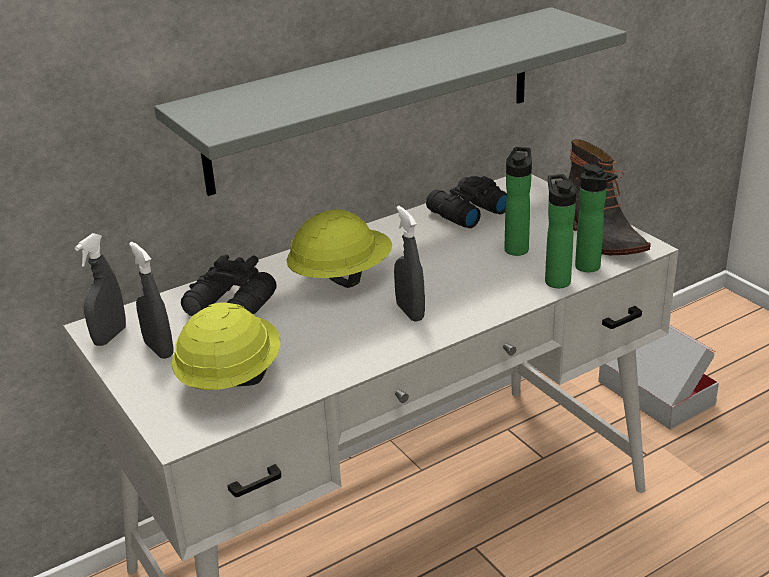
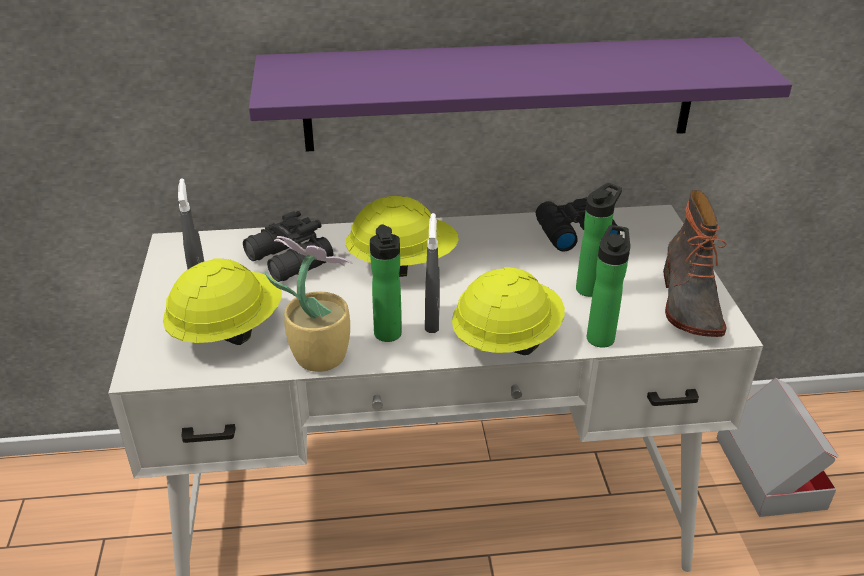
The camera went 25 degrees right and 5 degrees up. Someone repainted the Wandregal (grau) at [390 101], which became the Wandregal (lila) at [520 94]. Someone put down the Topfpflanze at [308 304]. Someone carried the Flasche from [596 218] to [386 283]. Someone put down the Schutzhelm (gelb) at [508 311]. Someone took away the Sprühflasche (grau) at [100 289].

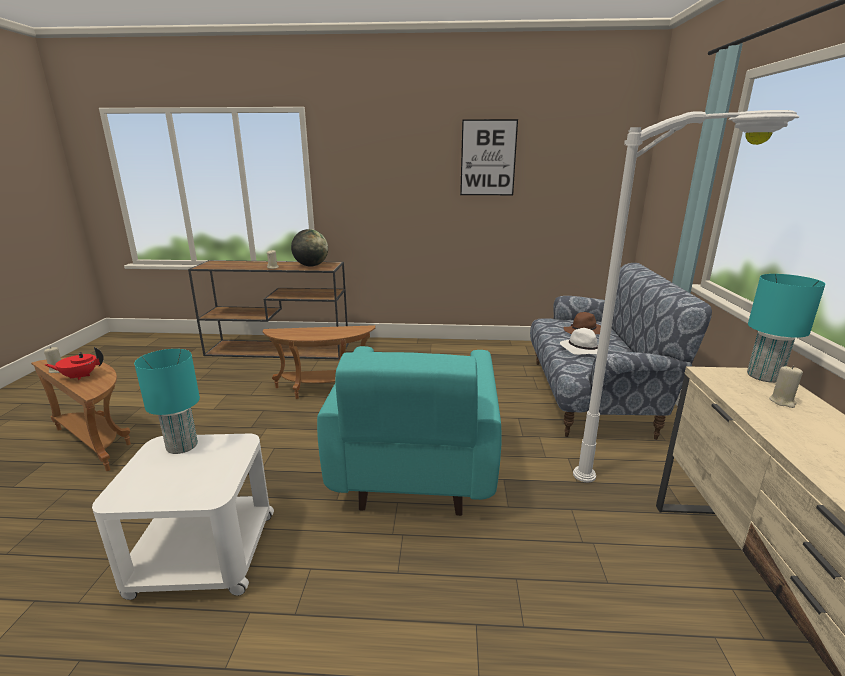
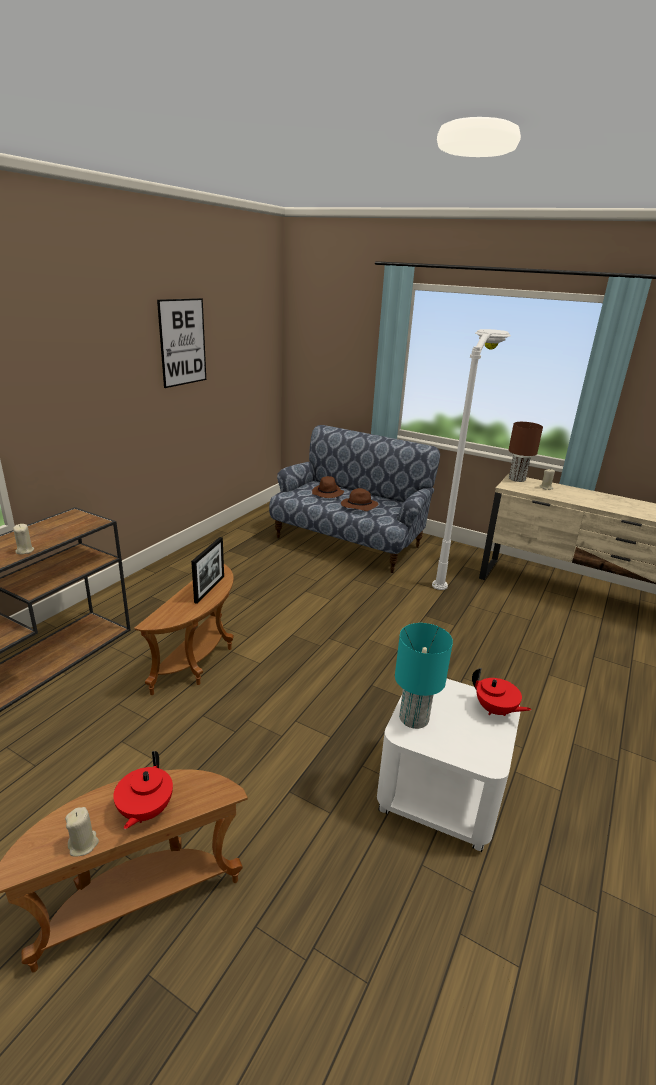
The camera went 65 degrees left and 5 degrees up. Someone put down the Bilderrahmen at [207 570]. Someone repainted the Hut (weiß) at [579 341], which became the Hut (braun) at [359 499]. Someone put down the Teekanne (rot) at [501 692]. Someone repainted the Tischlampe (türkis) at [786 328], which became the Tischlampe (braun) at [526 452]. Someone took away the Globus at [309 248]. Someone took away the Sessel (türkis) at [409 431].

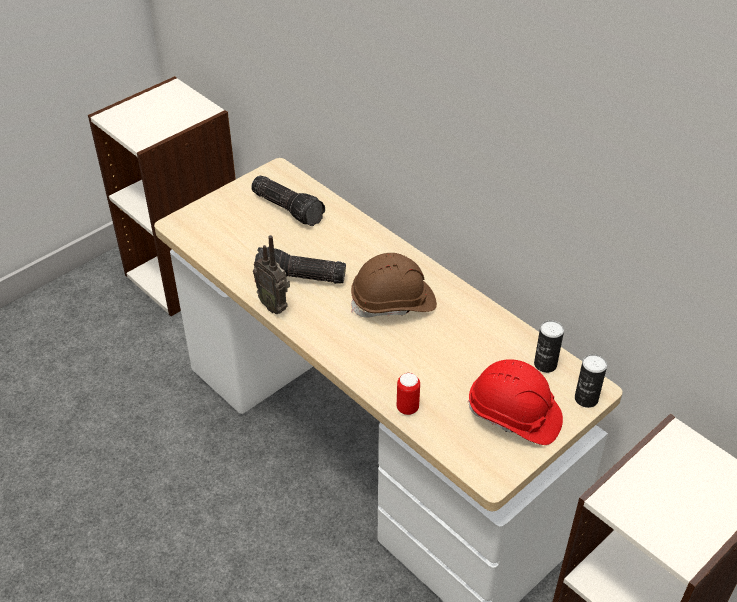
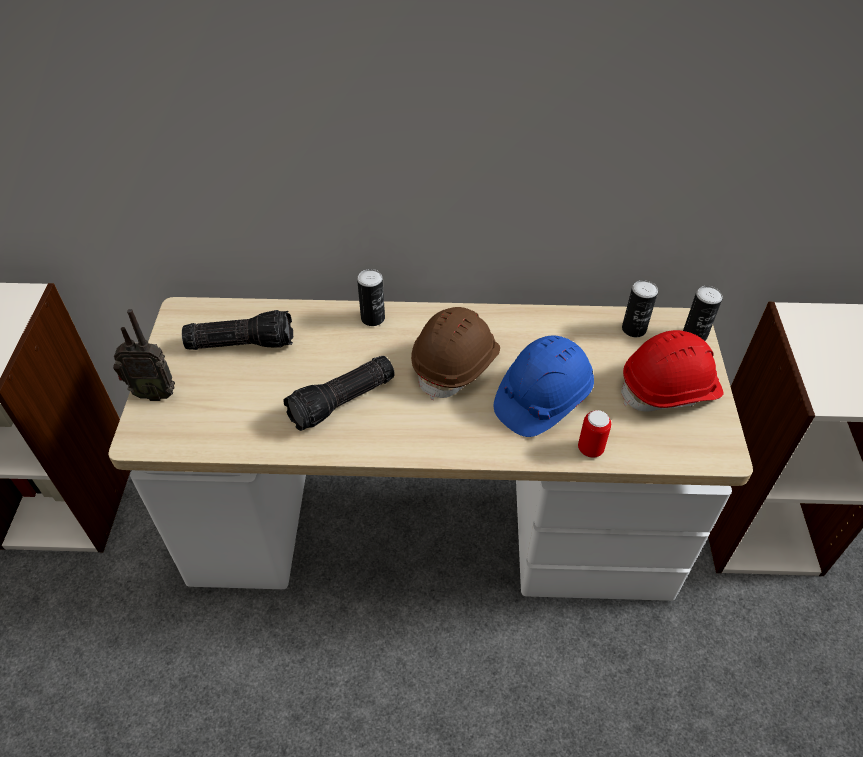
The camera went 45 degrees left and 5 degrees up. Someone carried the Radio from [271 274] to [144 355]. Someone put down the Dose at [371 297]. Someone put down the Schutzhelm (blau) at [544 386].

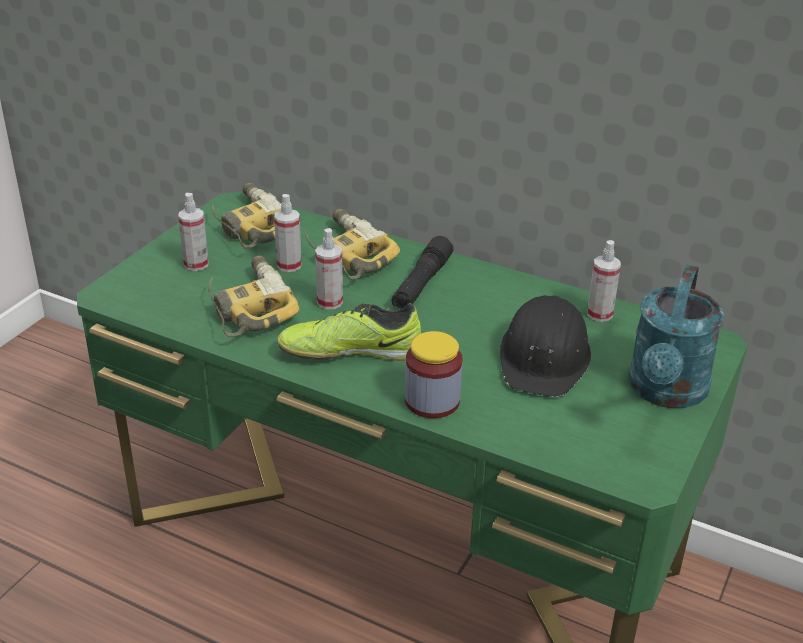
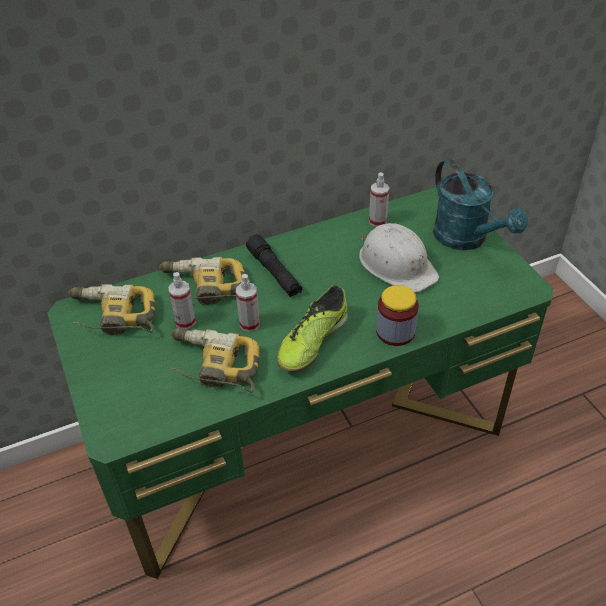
The camera went 50 degrees left and 10 degrees up. Someone repainted the Schutzhelm (schwarz) at [545 346], which became the Schutzhelm (weiß) at [399 258]. Someone took away the Sprühflasche at [193 232].

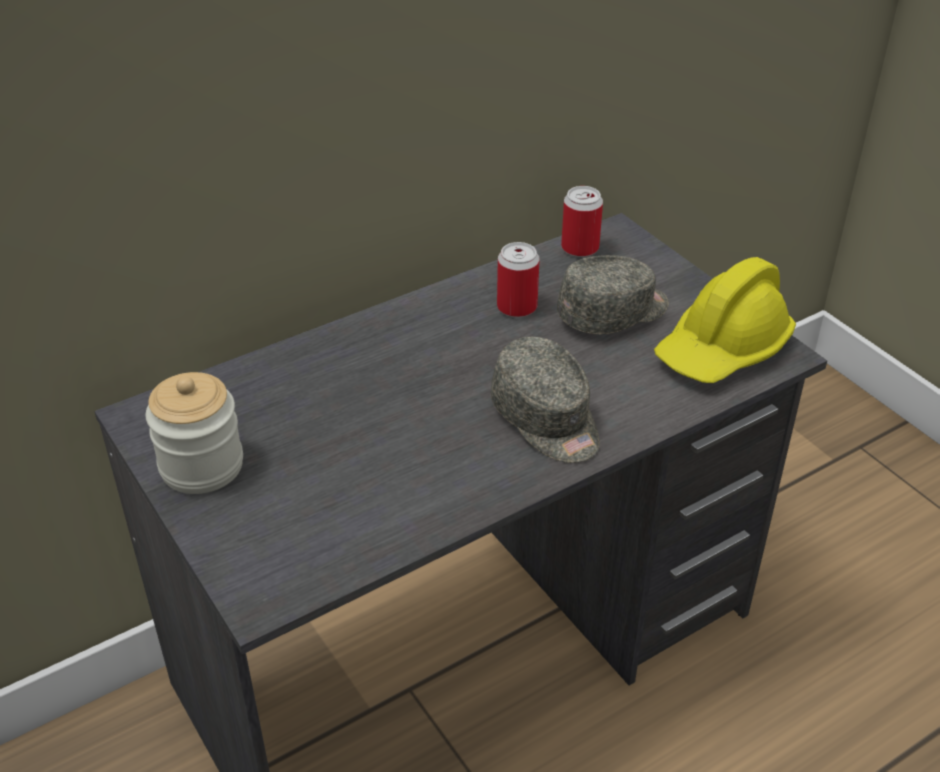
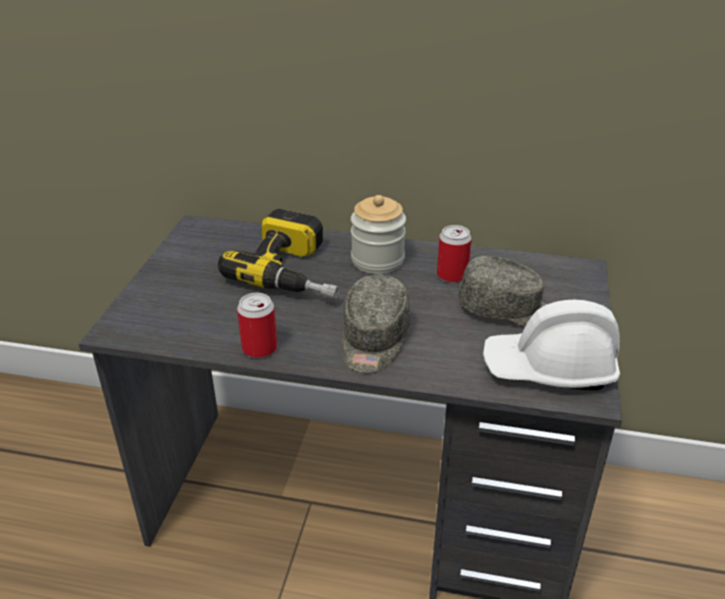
The camera went 45 degrees right and 5 degrees down. Someone put down the Bohrmaschine at [278 254]. Someone carried the Dose from [582 221] to [257 325]. Someone carried the Vorratsglas from [194 433] to [378 234]. Someone repainted the Schutzhelm (gelb) at [725 320], which became the Schutzhelm (weiß) at [551 345].

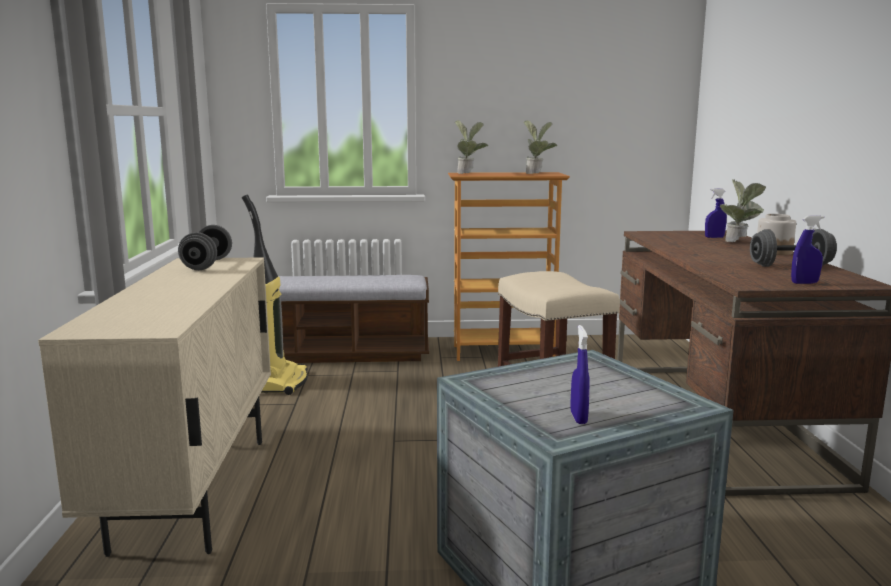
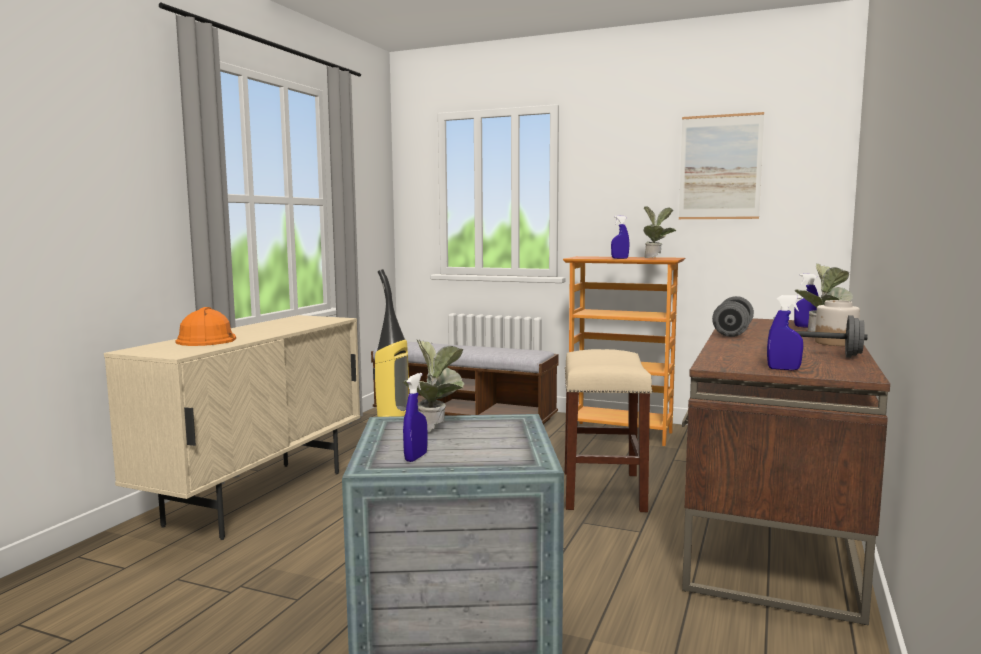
The camera went 25 degrees right and 5 degrees down. Someone put down the Schutzhelm (orange) at [205 326]. Someone carried the Topfpflanze from [471 147] to [433 386]. Someone put down the Sprühflasche (blau) at [620 237]. Someone put up the Bild at [721 165]. Someone carried the Hantel (grau) from [205 247] to [733 316].

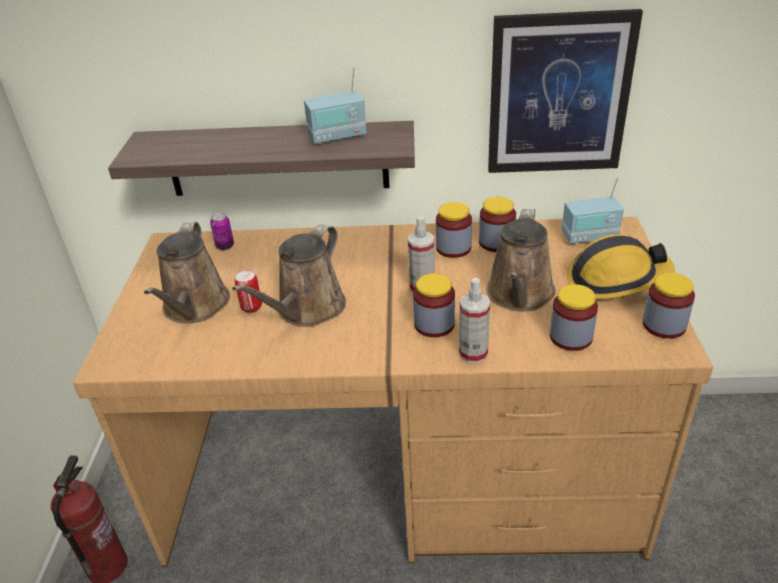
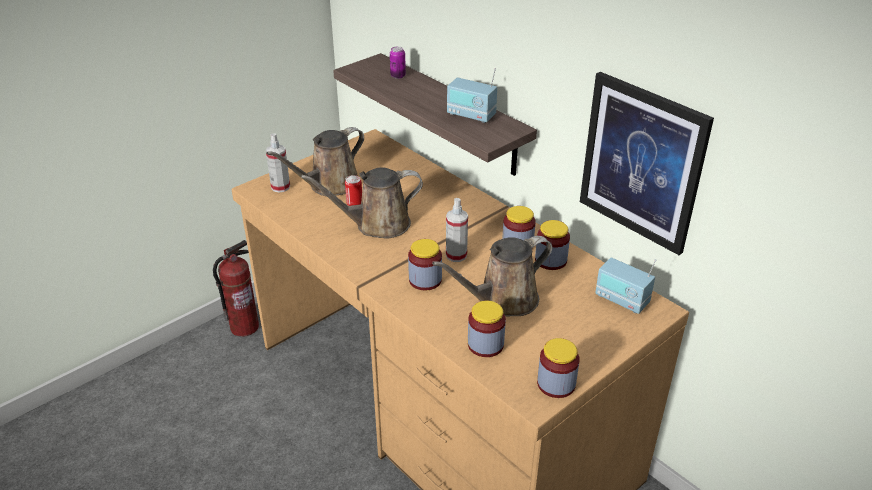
The camera went 45 degrees right and 0 degrees up. Someone carried the Sprühflasche from [474 321] to [278 163]. Someone carried the Dose from [222 231] to [398 62]. Someone took away the Schutzhelm at [621 266].

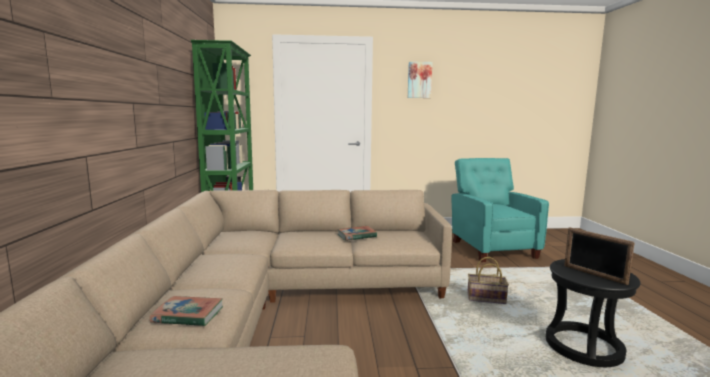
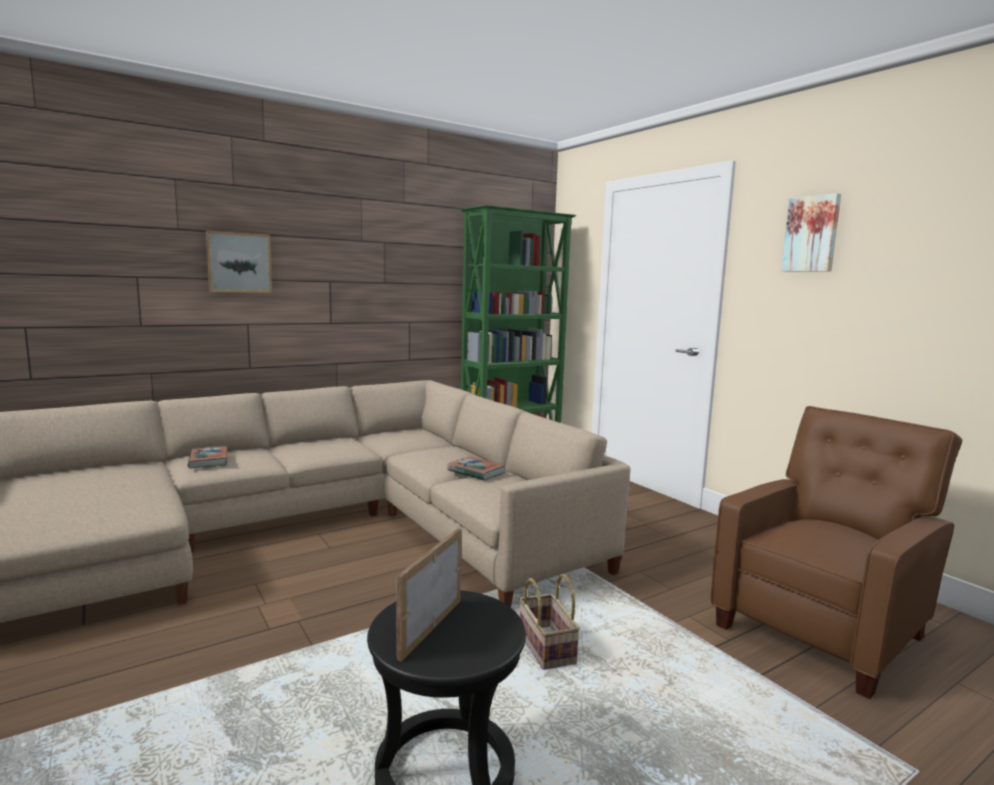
The camera went 60 degrees right and 0 degrees up. Someone put up the Bild at [239 262]. Someone repainted the Sessel (türkis) at [500 210], which became the Sessel (braun) at [836 552].

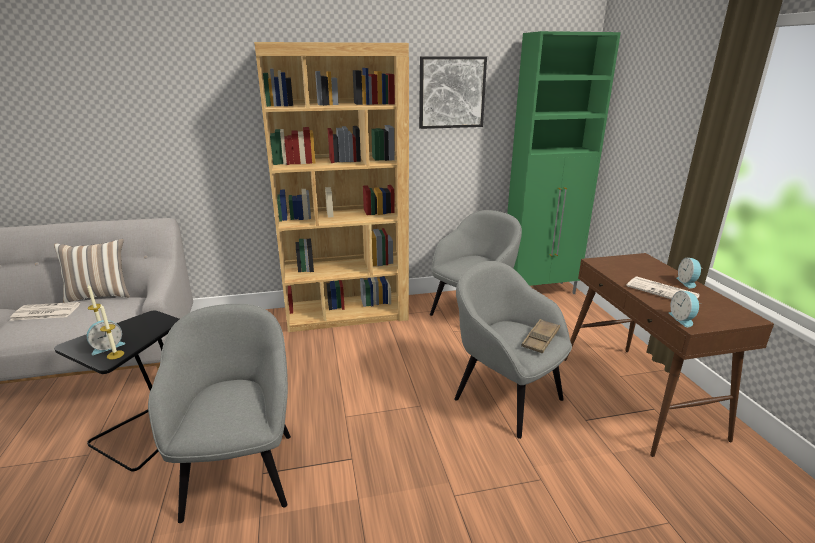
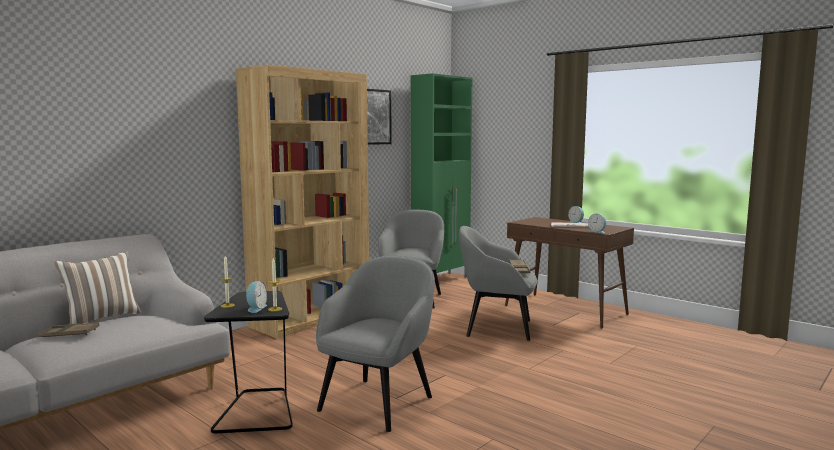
The camera went 35 degrees left and 15 degrees down. Someone swapped the Zeitung at [45 311] for the Tablett (braun) at [69 329]. Someone rotated the Sessel (grau) at [219 413] by 75 degrees clockwise.

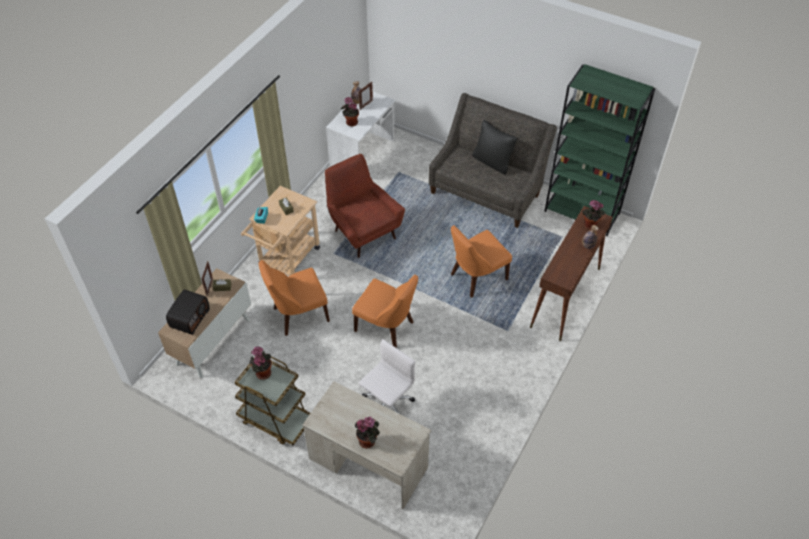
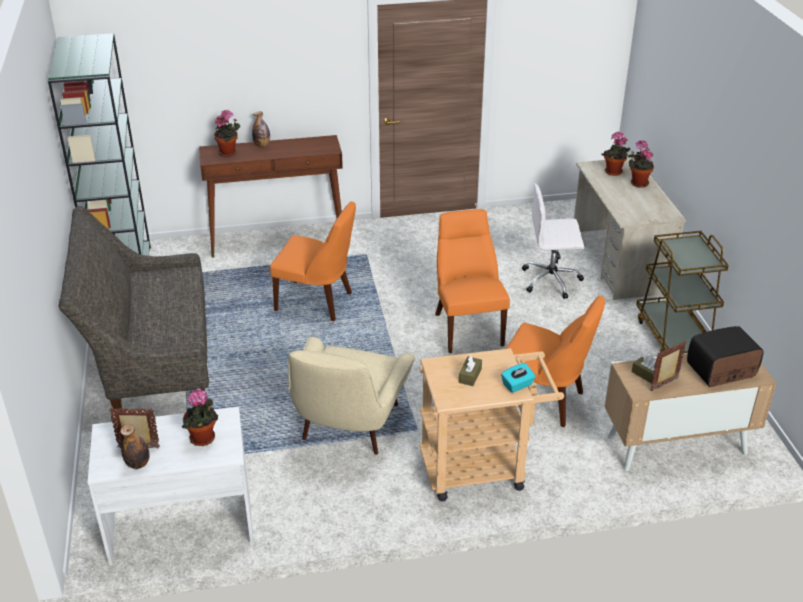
The camera went 130 degrees left and 15 degrees down. Someone repainted the Sessel (rot) at [365 206], which became the Sessel (beige) at [351 396]. Someone carried the Topfpflanze from [260 363] to [615 154]. Someone took away the Kissen (schwarz) at [494 147].

